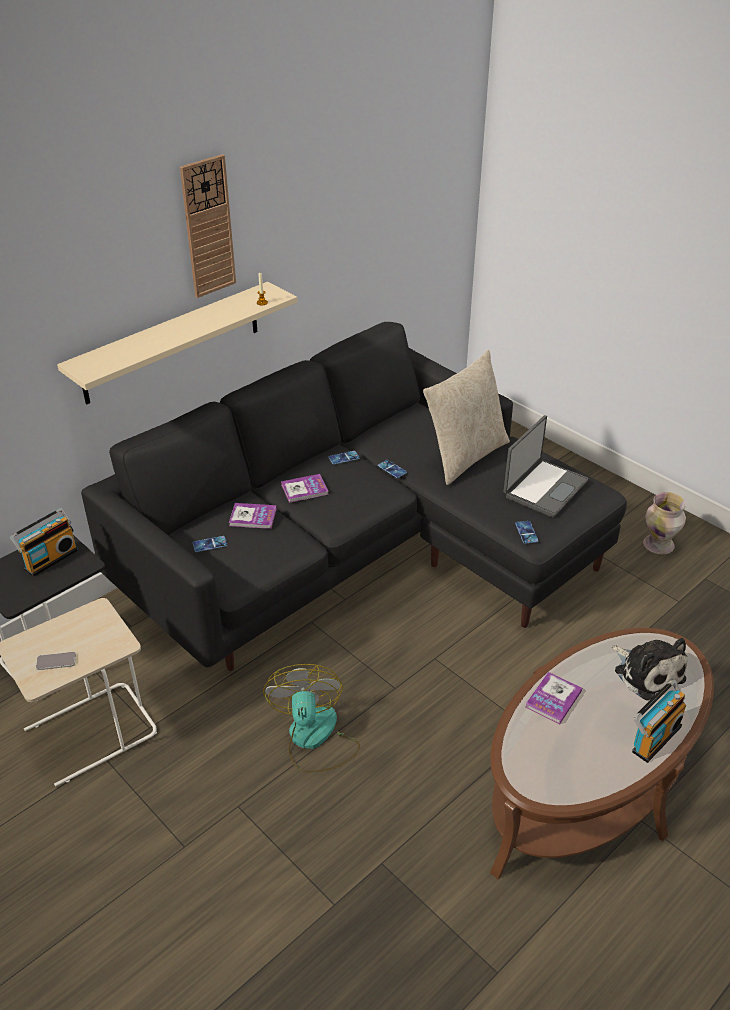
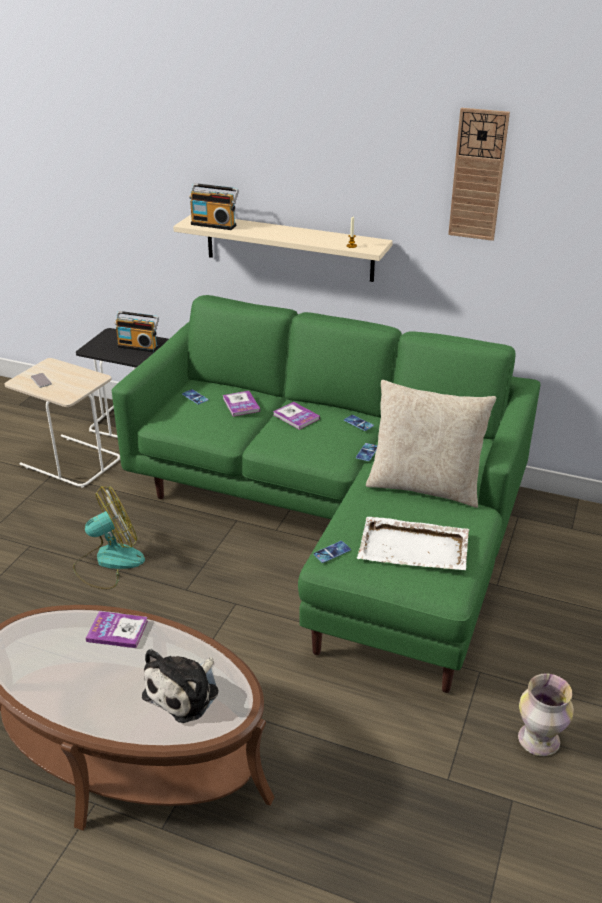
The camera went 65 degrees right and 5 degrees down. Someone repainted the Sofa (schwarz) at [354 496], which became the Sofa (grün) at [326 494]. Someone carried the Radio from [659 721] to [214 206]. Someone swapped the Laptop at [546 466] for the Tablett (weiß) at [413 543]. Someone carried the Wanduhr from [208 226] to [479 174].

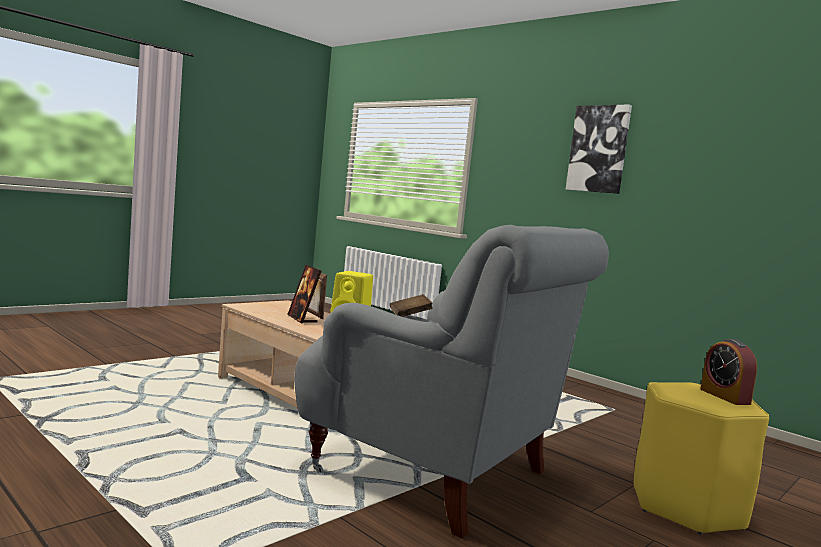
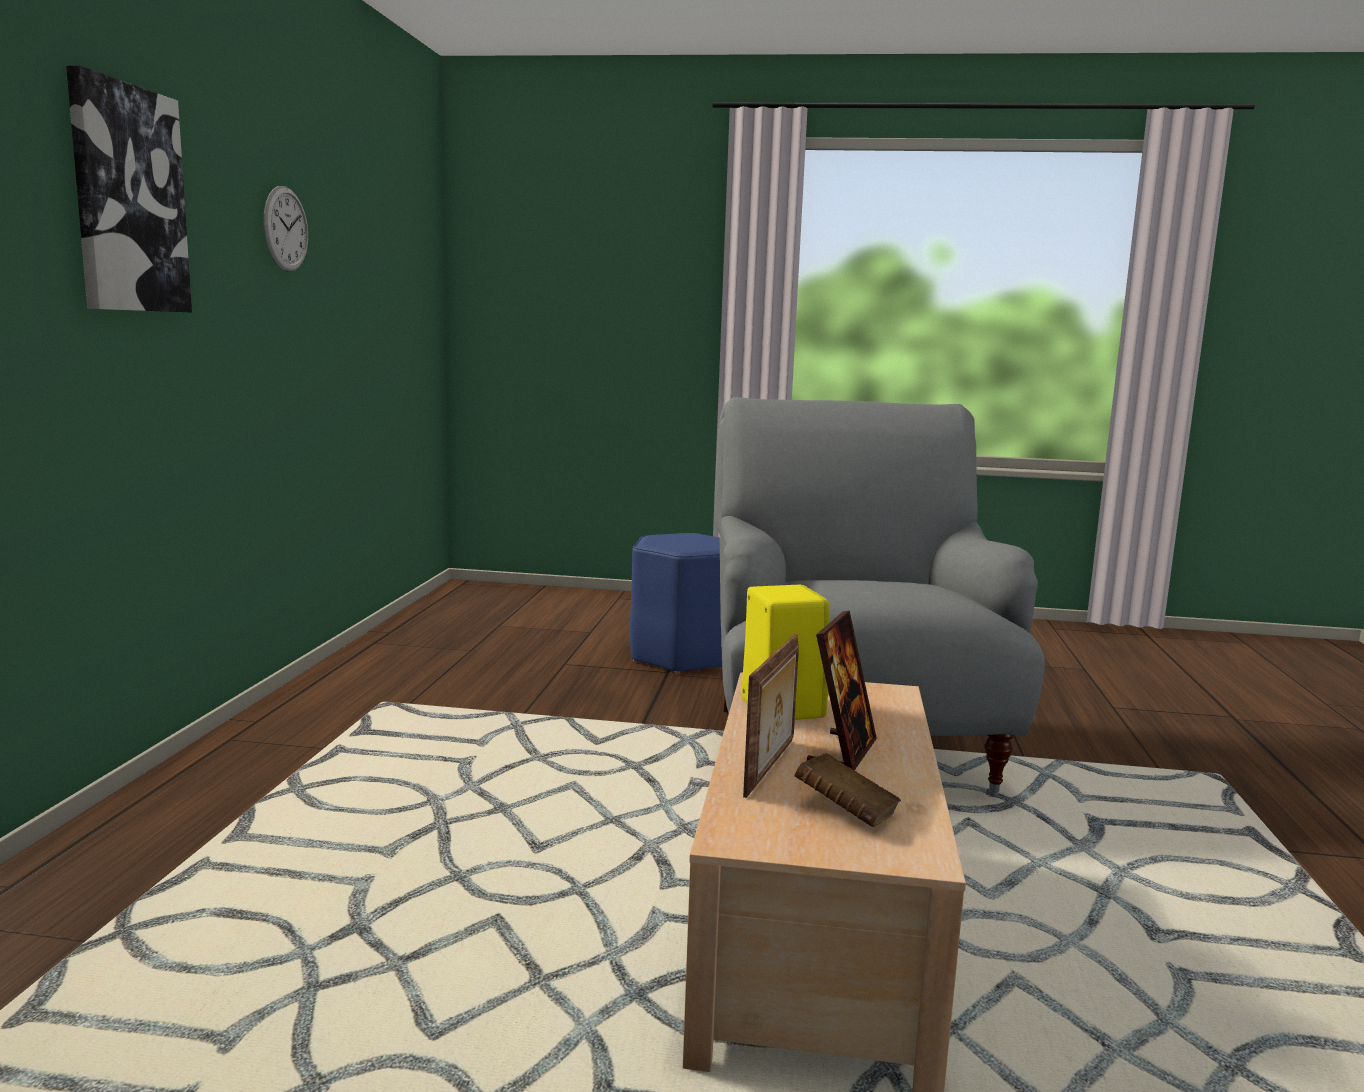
The camera went 125 degrees left and 5 degrees up. Someone put up the Wanduhr at [286 229]. Someone repainted the Hocker (gelb) at [701 458], which became the Hocker (blau) at [676 603]. Someone carried the Buch (braun) from [411 305] to [848 790]. Someone took away the Wecker at [728 372].

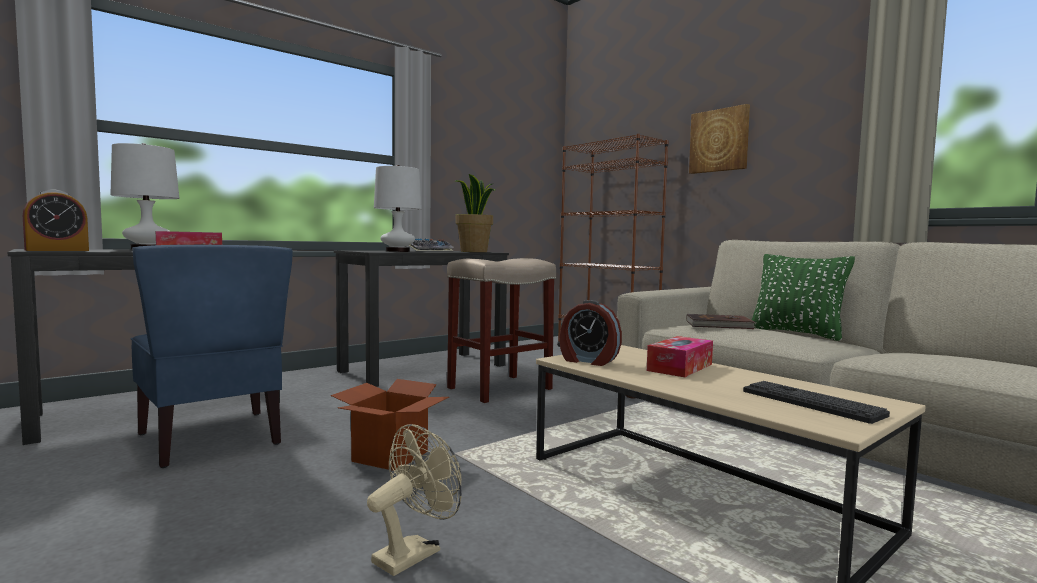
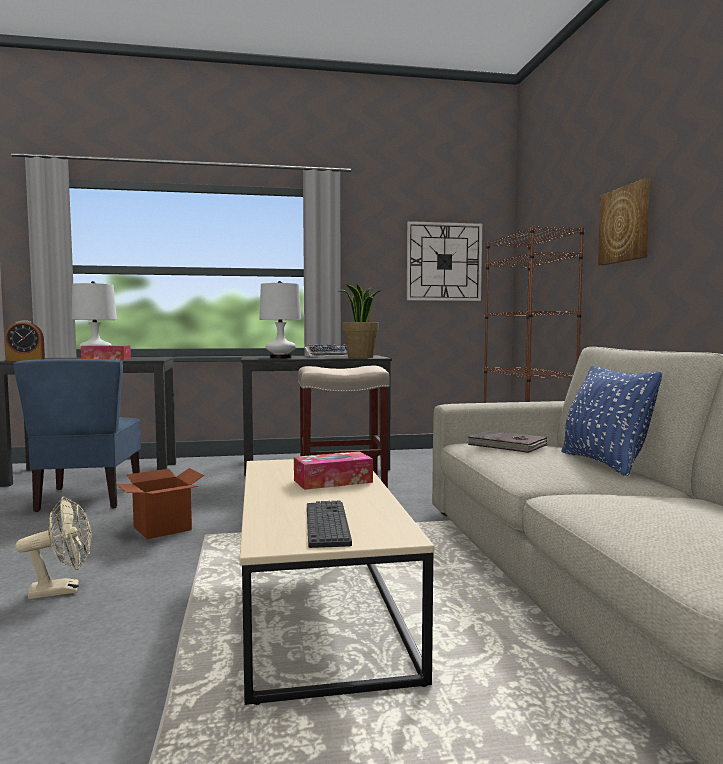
The camera went 30 degrees right and 0 degrees up. Someone put up the Wanduhr at [444 261]. Someone repainted the Kissen (grün) at [803 297], which became the Kissen (blau) at [611 421]. Someone took away the Wecker at [590 333].

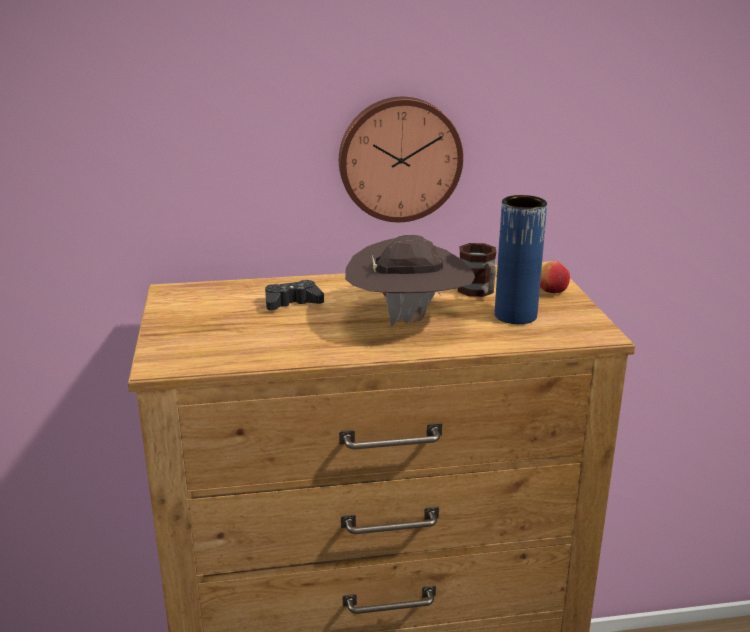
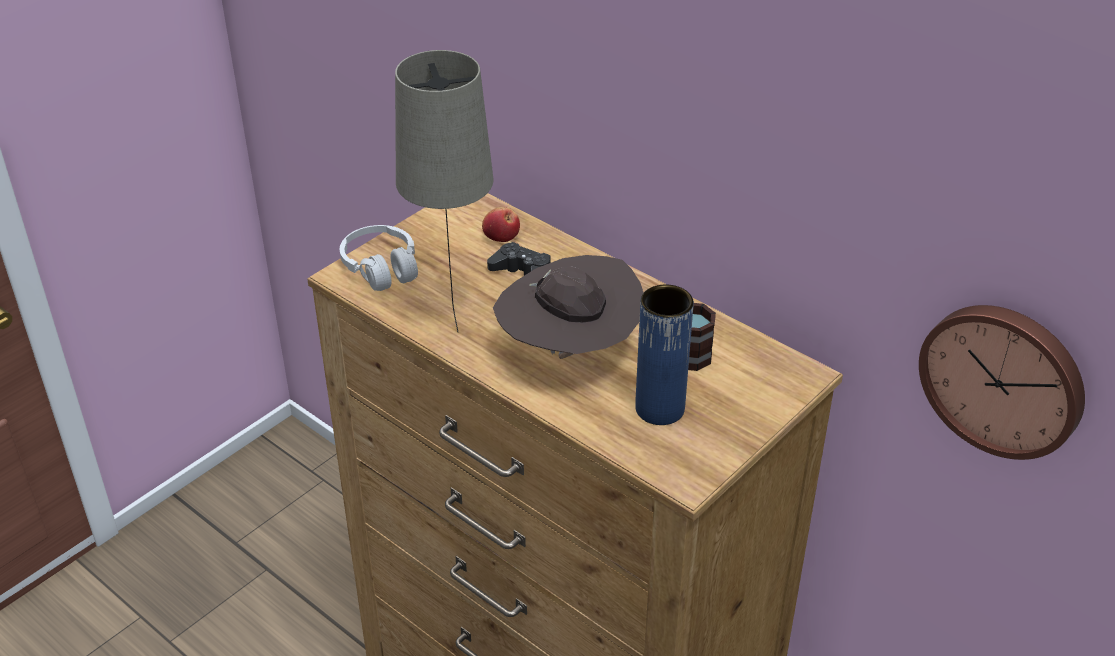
The camera went 50 degrees right and 15 degrees up. Someone put down the Kopfhörer (weiß) at [379 258]. Someone put down the Tischlampe (beige) at [444 191]. Someone carried the Apfel from [555 277] to [501 224]. Someone carried the Wanduhr from [401 159] to [1002 382].

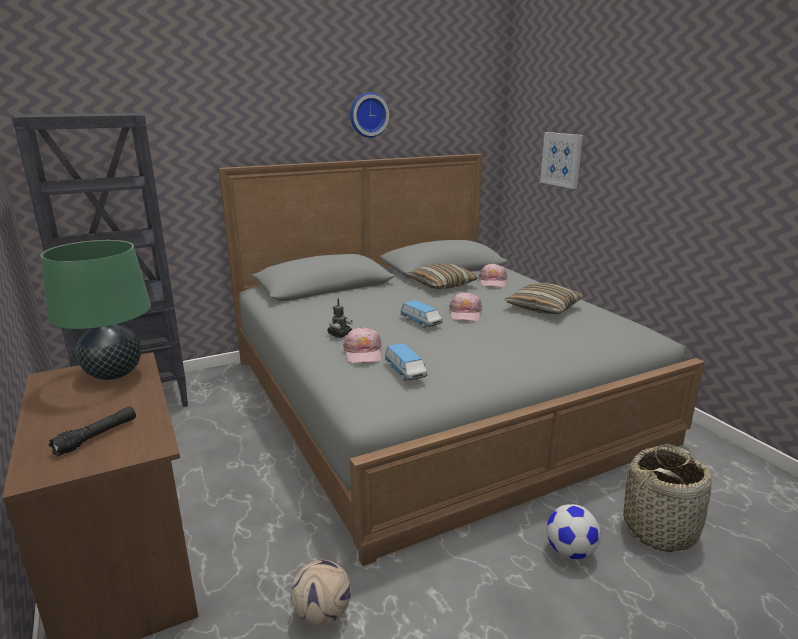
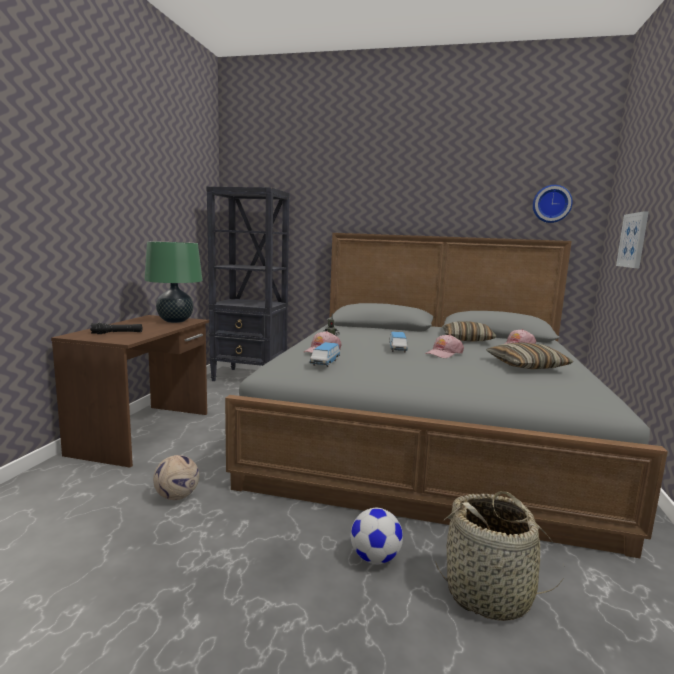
The camera went 40 degrees right and 10 degrees down. Someone carried the Wanduhr from [369 115] to [552 204].

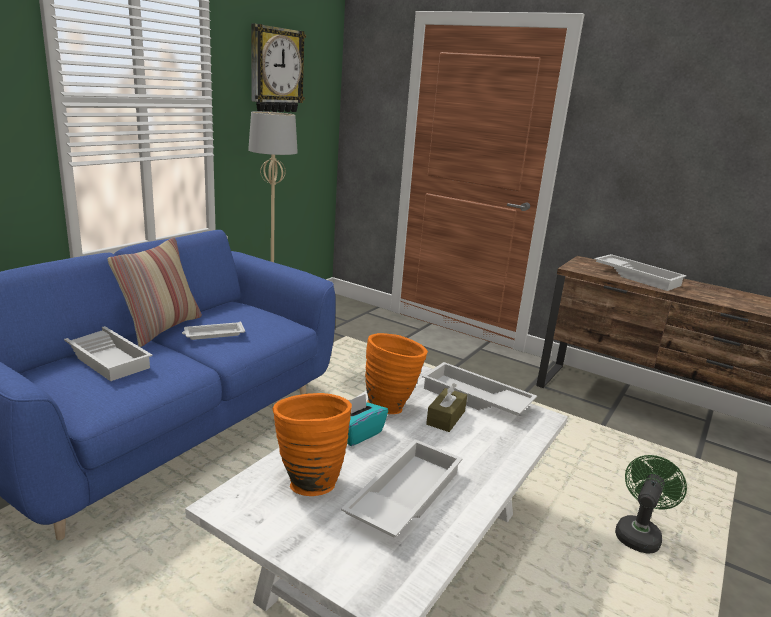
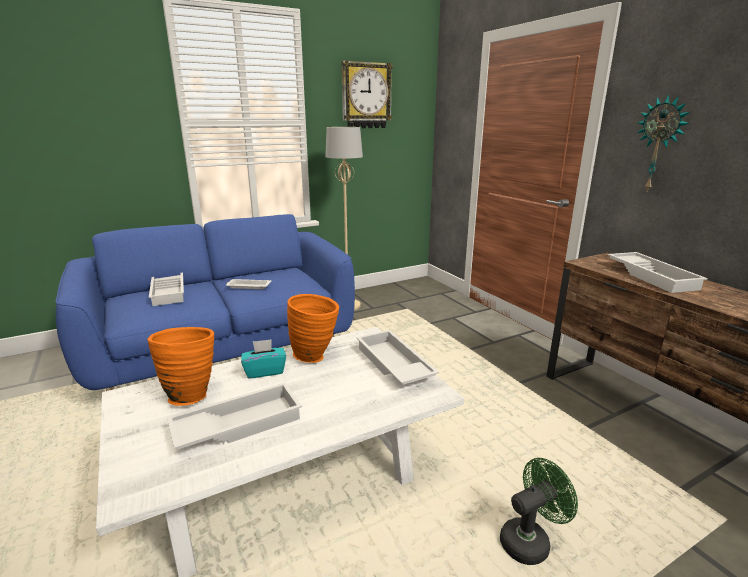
The camera went 30 degrees right and 0 degrees up. Someone put up the Wanduhr at [663 142]. Someone took away the Kissen at [154 292]. Someone took away the Taschentuchbox (braun) at [446 407].

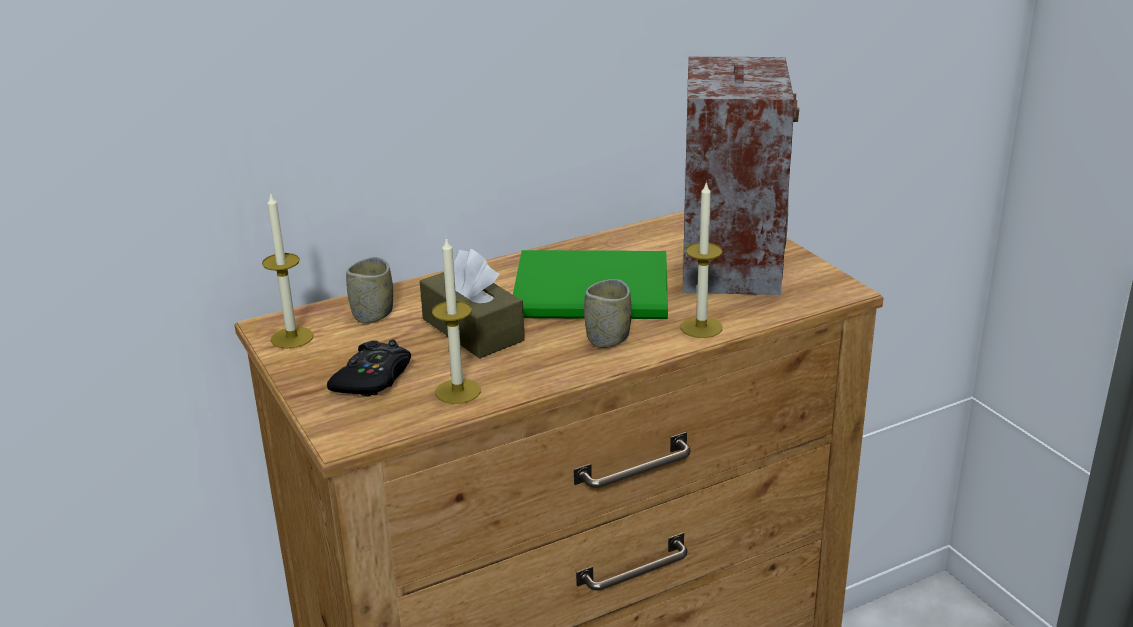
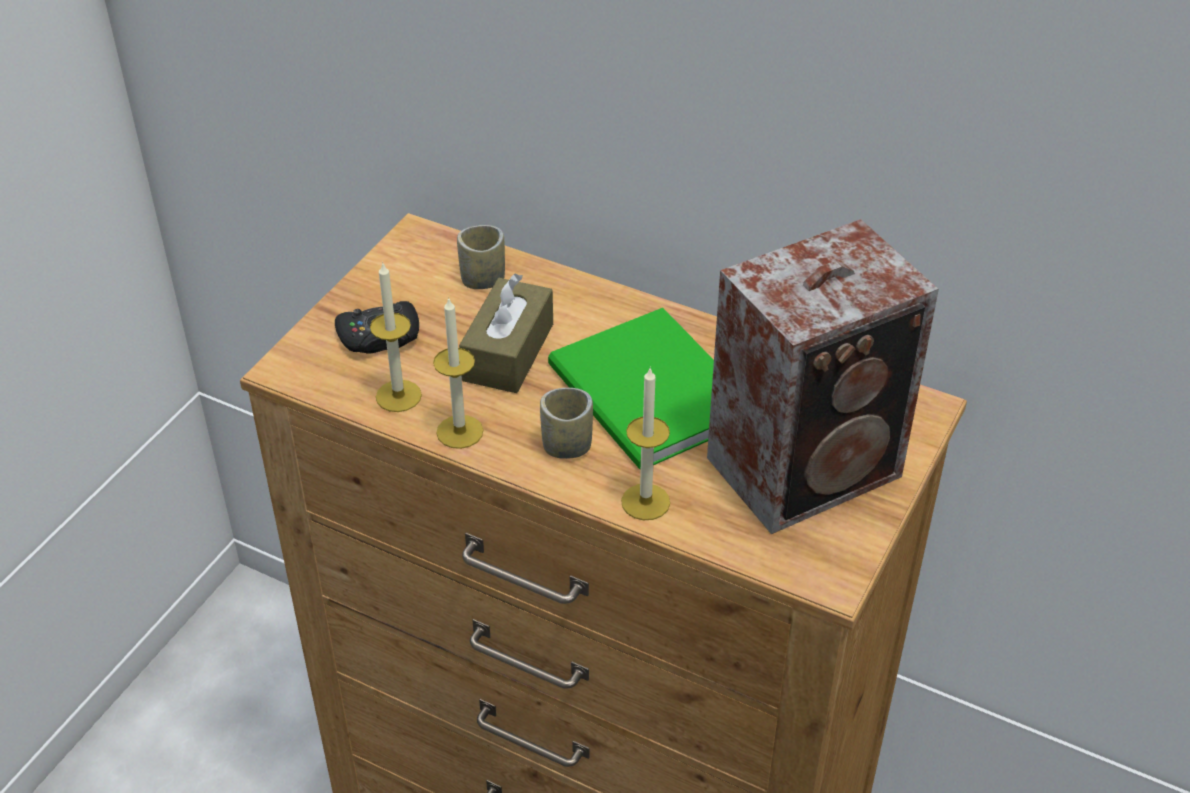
The camera went 55 degrees right and 15 degrees up. Someone carried the Kerze from [288 270] to [458 373].

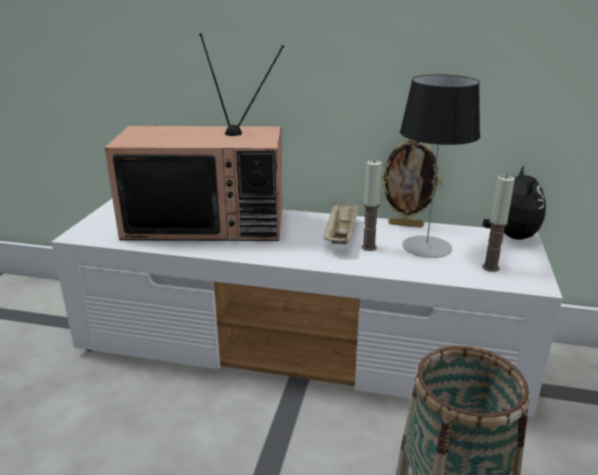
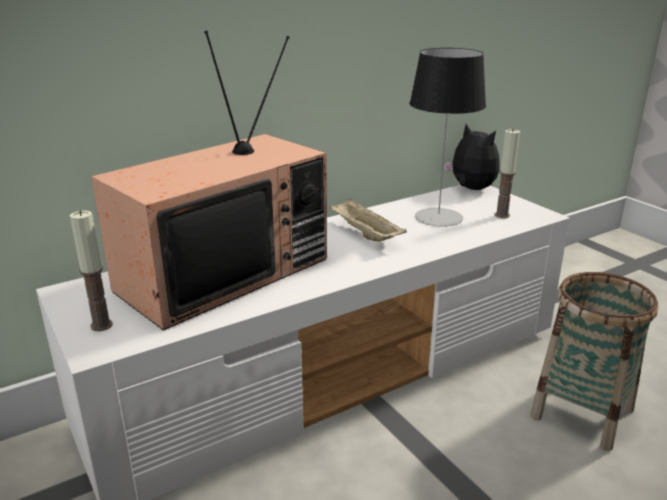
The camera went 45 degrees left and 0 degrees up. Someone carried the Kerze from [371 205] to [91 270]. Someone took away the Bilderrahmen at [411 183].

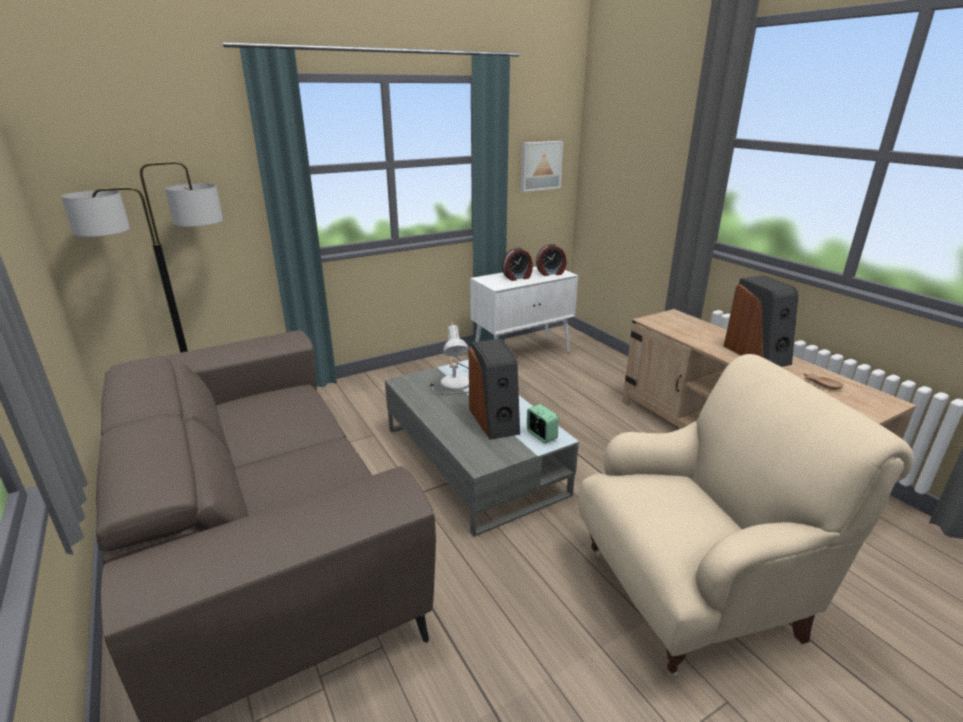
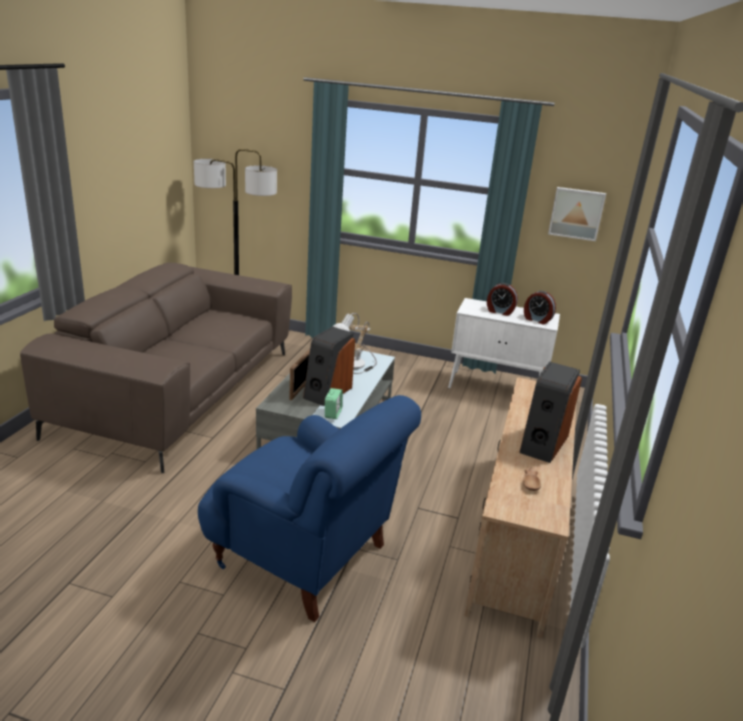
The camera went 45 degrees right and 0 degrees up. Someone repainted the Sessel (beige) at [746 516], which became the Sessel (blau) at [309 508]. Someone put down the Bilderrahmen at [299 374].

